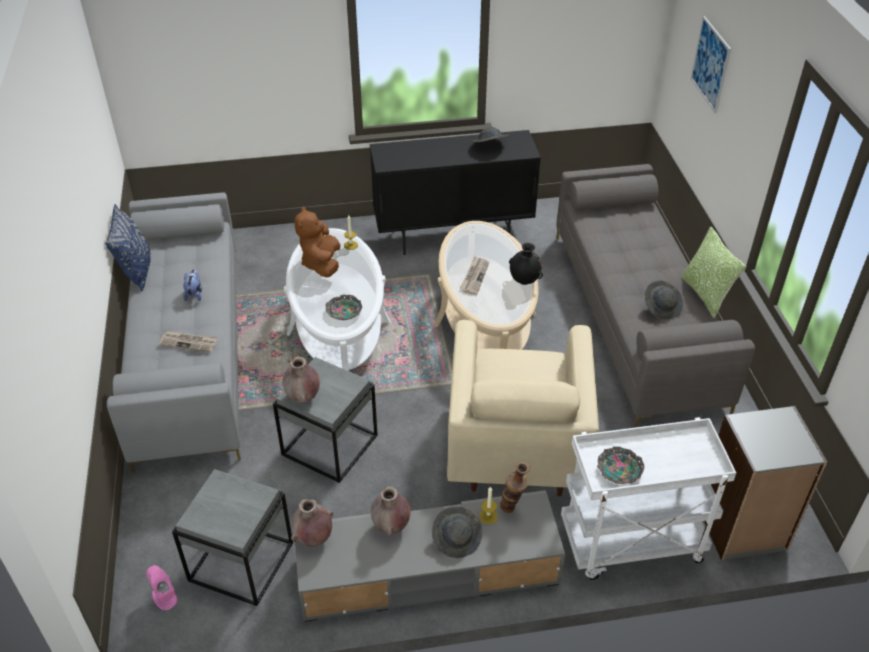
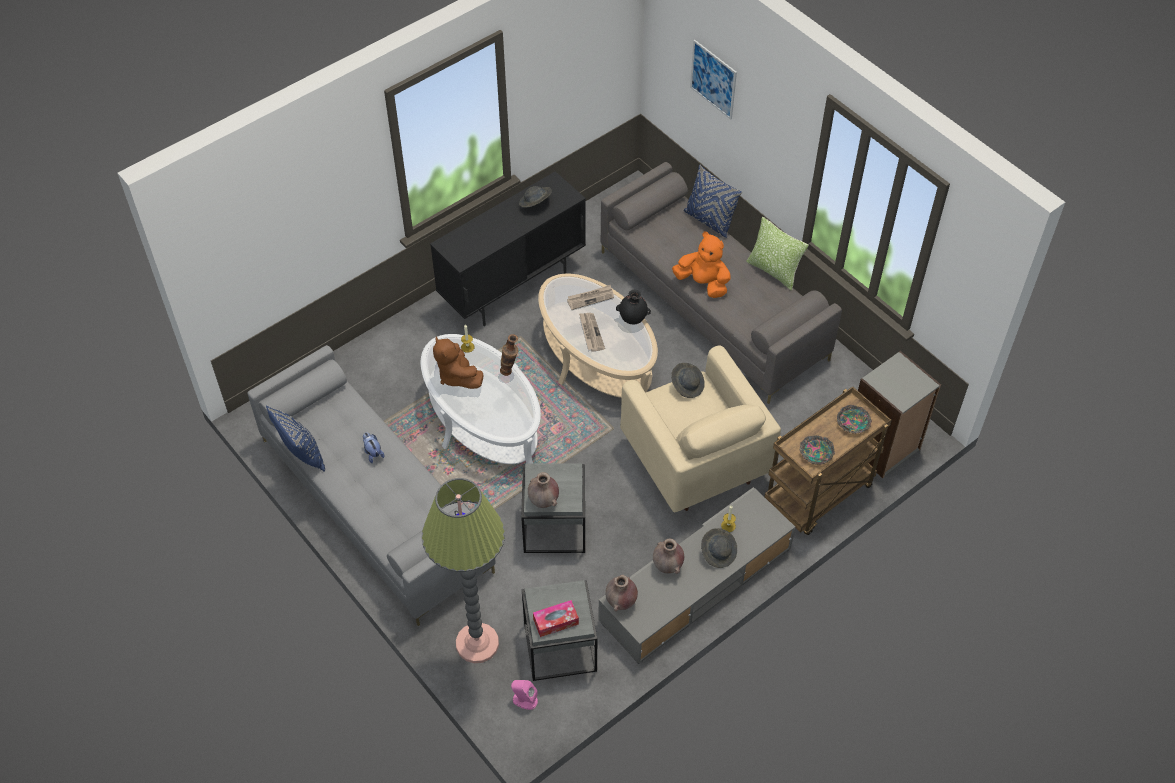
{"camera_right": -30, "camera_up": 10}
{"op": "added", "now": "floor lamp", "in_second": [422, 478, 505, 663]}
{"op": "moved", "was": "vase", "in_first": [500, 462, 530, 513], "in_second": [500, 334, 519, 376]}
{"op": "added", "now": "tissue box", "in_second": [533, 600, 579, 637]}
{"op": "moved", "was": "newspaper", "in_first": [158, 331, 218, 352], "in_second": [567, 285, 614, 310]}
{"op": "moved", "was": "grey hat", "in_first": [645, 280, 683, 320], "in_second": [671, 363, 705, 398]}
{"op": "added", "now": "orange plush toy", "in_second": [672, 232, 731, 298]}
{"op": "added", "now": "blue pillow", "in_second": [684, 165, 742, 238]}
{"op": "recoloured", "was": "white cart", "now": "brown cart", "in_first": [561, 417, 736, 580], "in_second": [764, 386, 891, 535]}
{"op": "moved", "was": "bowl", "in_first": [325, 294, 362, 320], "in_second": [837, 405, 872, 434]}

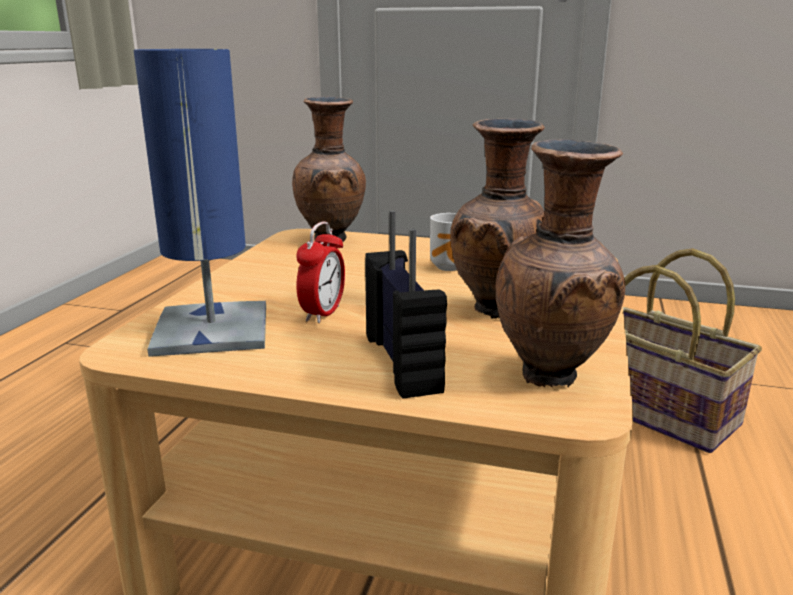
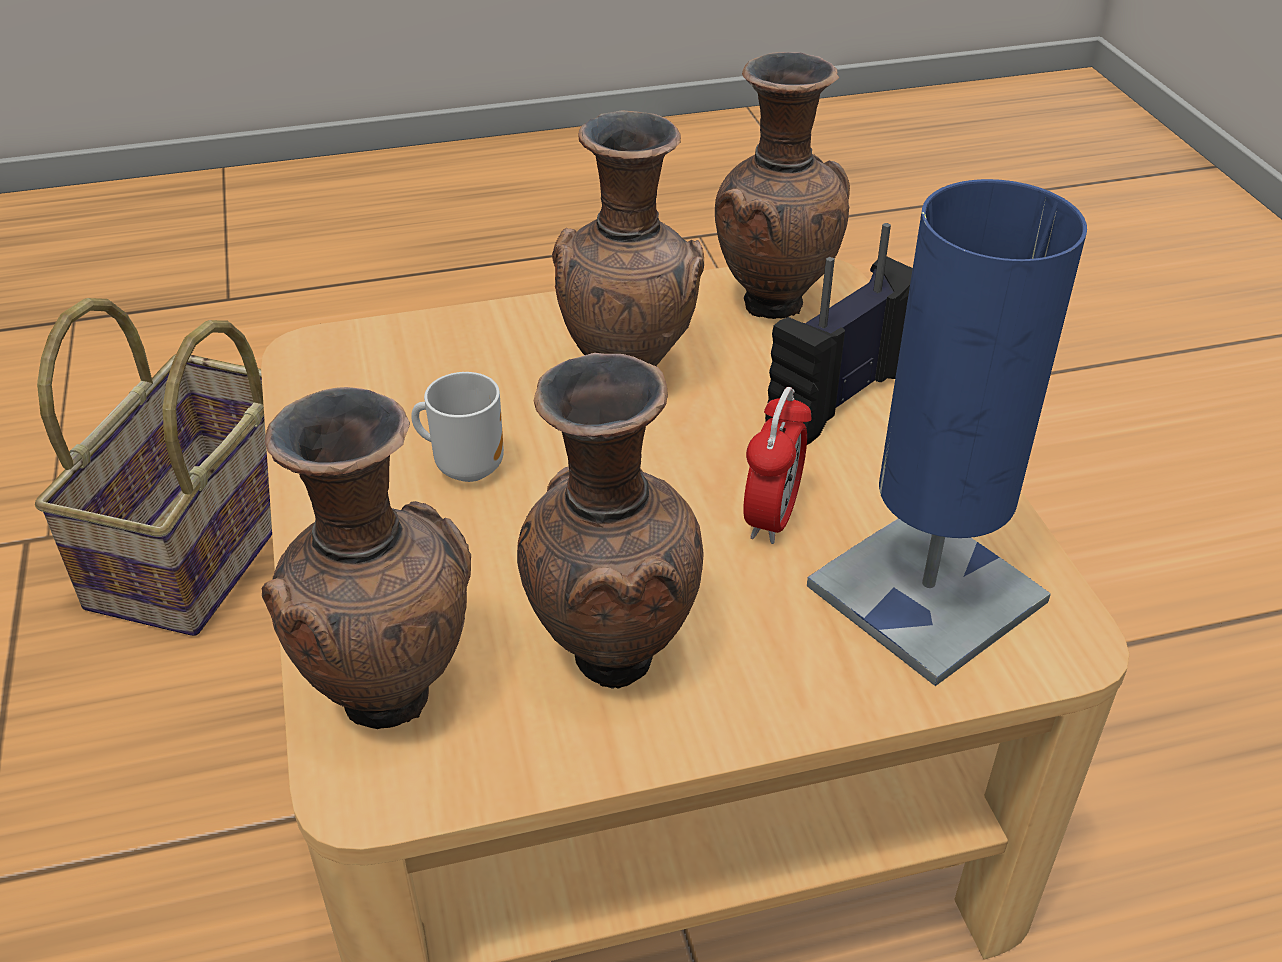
{"camera_right": -120, "camera_up": 20}
{"op": "added", "now": "brown vase", "in_second": [517, 353, 704, 689]}
{"op": "turned", "was": "alarm clock", "in_first": [296, 221, 345, 323], "in_second": [743, 387, 812, 544], "clockwise": 120}

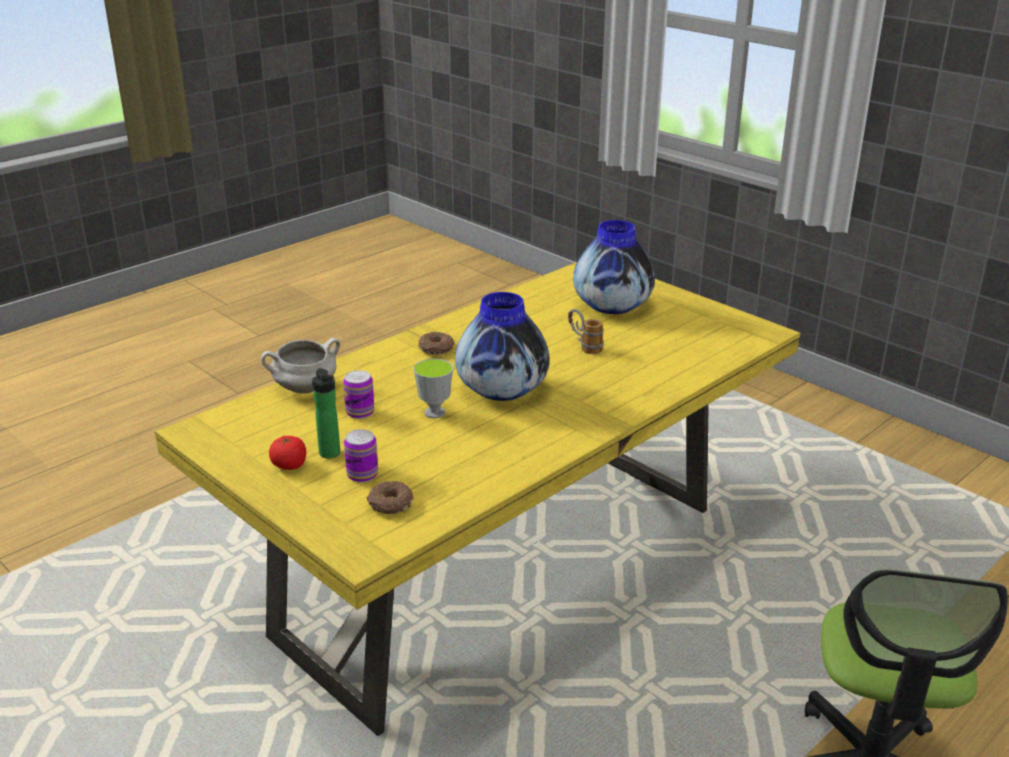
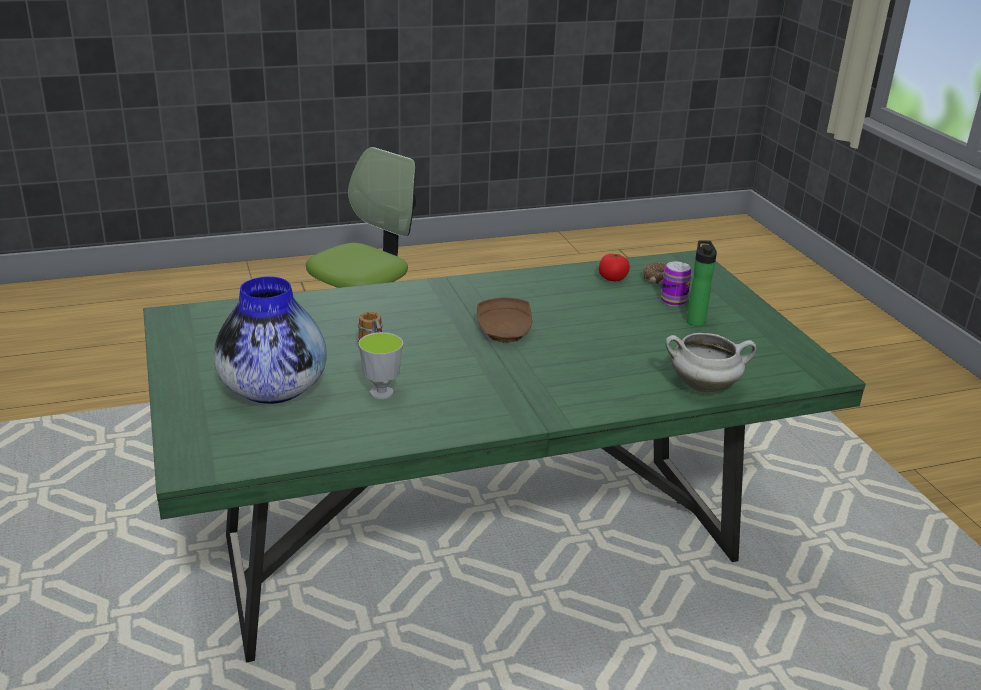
{"camera_right": -155, "camera_up": 0}
{"op": "recoloured", "was": "yellow dining table", "now": "green dining table", "in_first": [154, 262, 800, 736], "in_second": [143, 250, 866, 662]}
{"op": "moved", "was": "cup", "in_first": [414, 359, 453, 418], "in_second": [359, 332, 403, 399]}
{"op": "replaced", "was": "vase", "now": "brown plate", "in_first": [455, 292, 550, 401], "in_second": [477, 297, 532, 343]}
{"op": "moved", "was": "tomato", "in_first": [269, 436, 306, 470], "in_second": [599, 253, 630, 281]}
{"op": "removed", "was": "can", "in_first": [343, 370, 374, 419]}
{"op": "removed", "was": "donut", "in_first": [418, 332, 455, 355]}

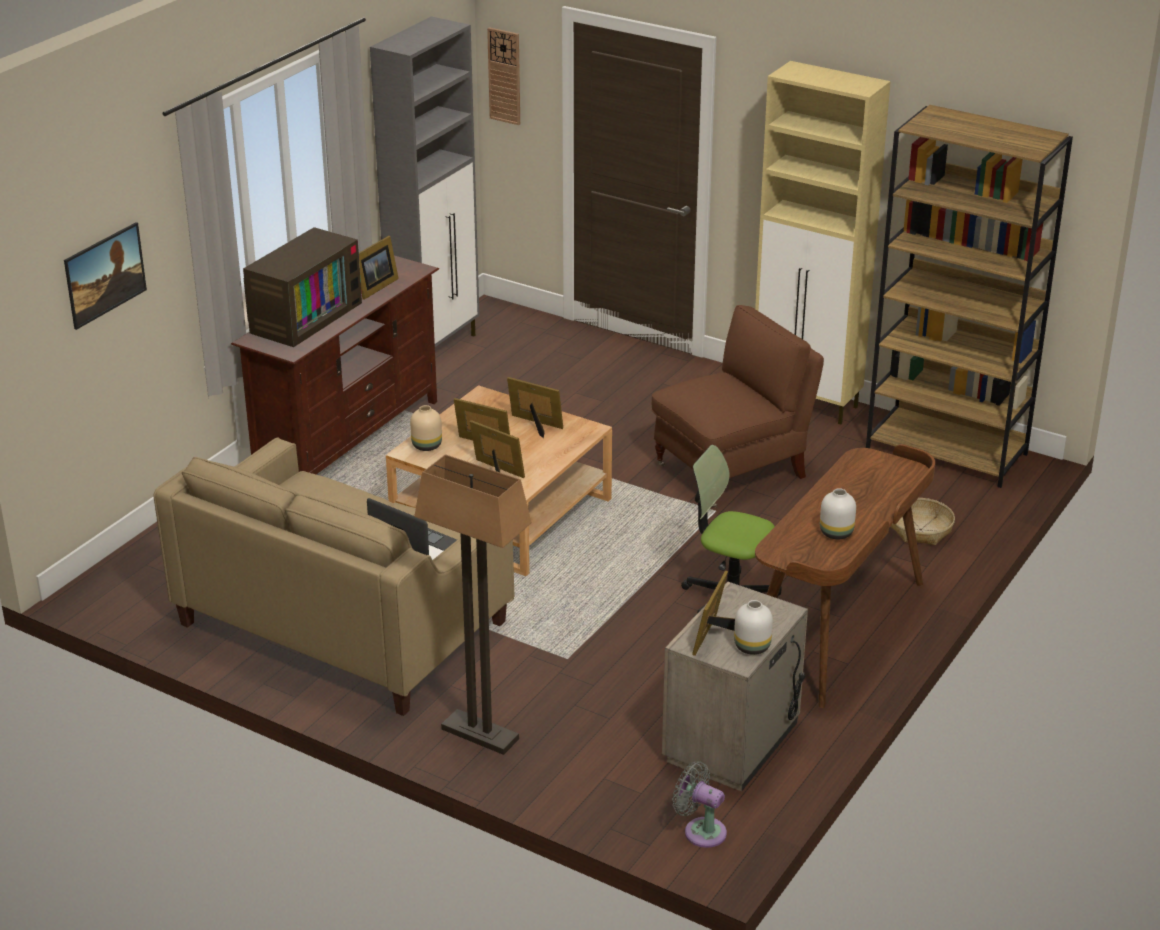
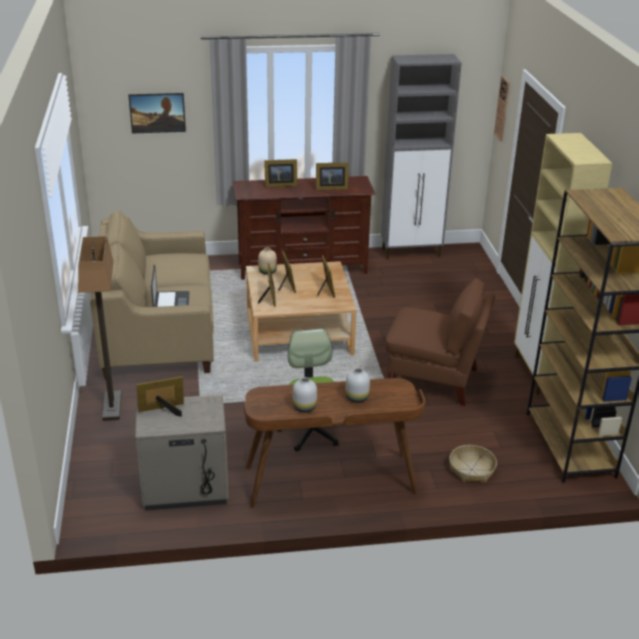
{"camera_right": 50, "camera_up": 0}
{"op": "replaced", "was": "television", "now": "picture frame", "in_first": [243, 227, 362, 347], "in_second": [264, 159, 297, 187]}
{"op": "moved", "was": "white vase", "in_first": [734, 600, 773, 655], "in_second": [345, 368, 370, 403]}
{"op": "removed", "was": "grey fan", "in_first": [672, 761, 727, 848]}

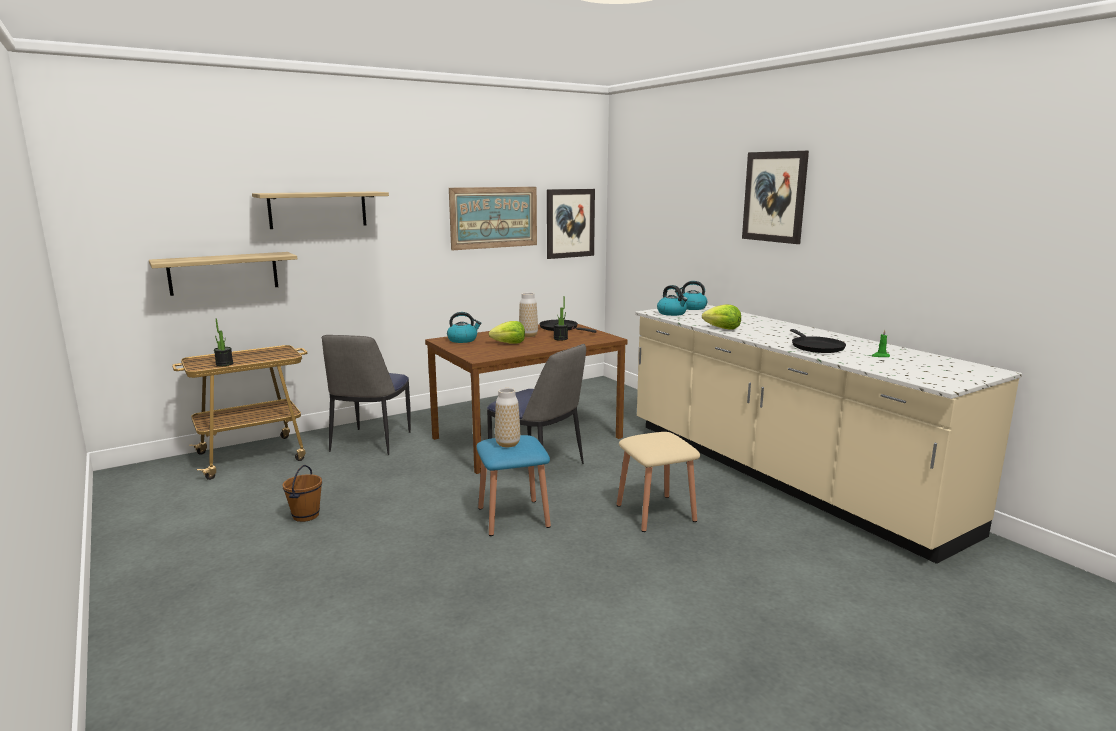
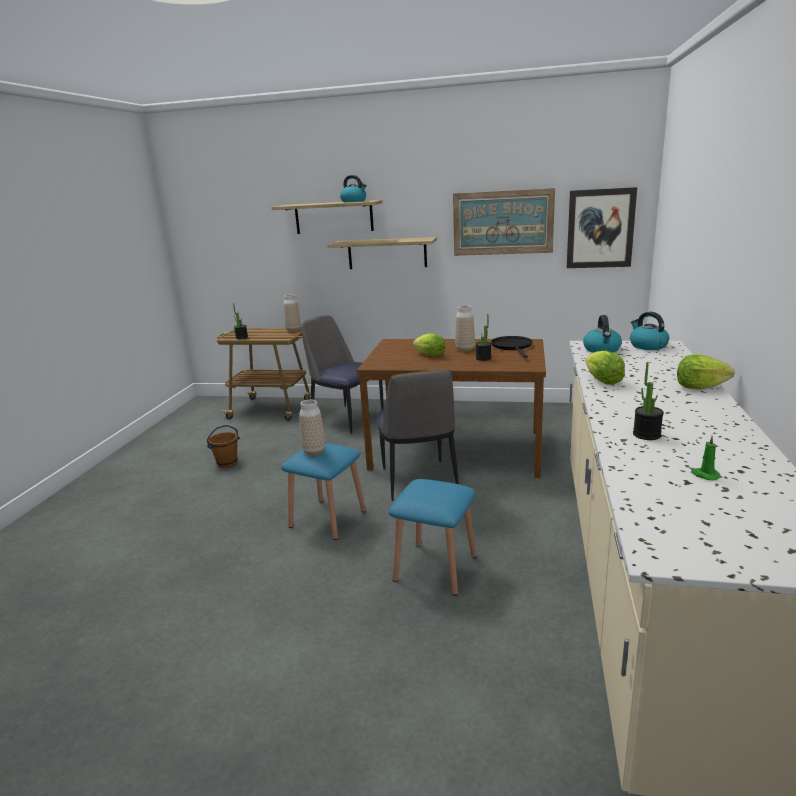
{"camera_right": 45, "camera_up": 5}
{"op": "added", "now": "vase", "in_second": [283, 294, 301, 332]}
{"op": "turned", "was": "chair", "in_first": [322, 335, 411, 455], "in_second": [301, 315, 384, 434], "clockwise": 75}
{"op": "moved", "was": "shelf", "in_first": [149, 252, 297, 296], "in_second": [327, 237, 437, 269]}
{"op": "moved", "was": "kettle", "in_first": [447, 312, 481, 343], "in_second": [340, 175, 367, 202]}
{"op": "recoloured", "was": "beige stool", "now": "blue stool", "in_first": [616, 432, 700, 532], "in_second": [389, 479, 477, 596]}
{"op": "replaced", "was": "black frying pan", "now": "potted plant", "in_first": [790, 329, 846, 353], "in_second": [633, 362, 664, 440]}
{"op": "added", "now": "lettuce", "in_second": [677, 355, 734, 390]}
{"op": "removed", "was": "picture", "in_first": [742, 151, 809, 244]}

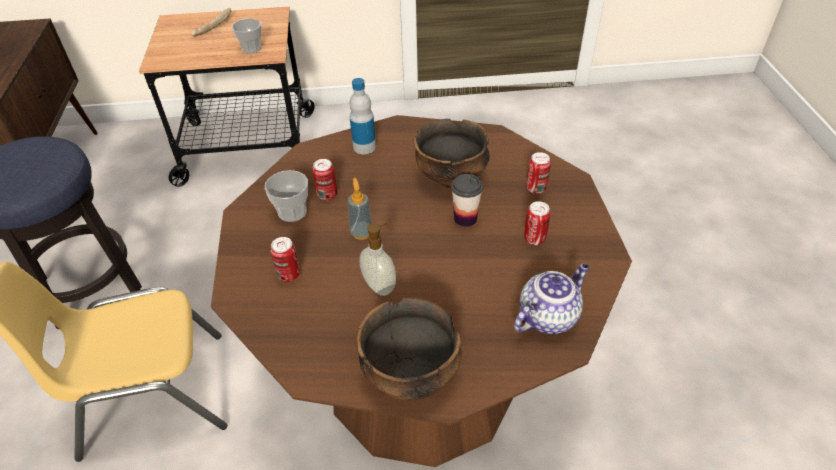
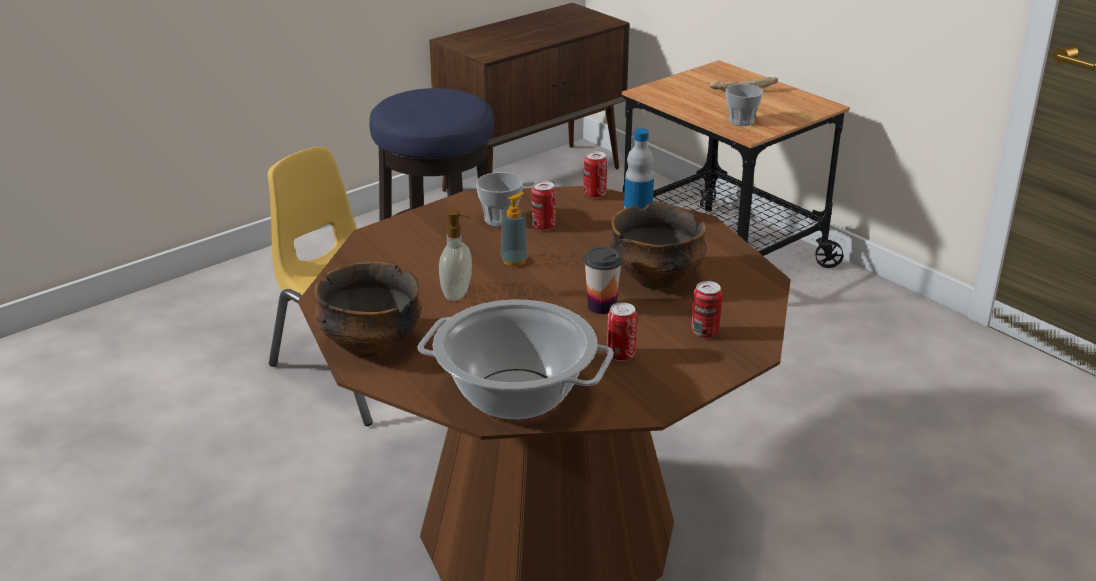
{"camera_right": 55, "camera_up": -15}
{"op": "replaced", "was": "teapot", "now": "cooking pot", "in_first": [514, 263, 589, 334], "in_second": [418, 300, 614, 420]}
{"op": "moved", "was": "can", "in_first": [270, 237, 300, 282], "in_second": [584, 151, 607, 198]}

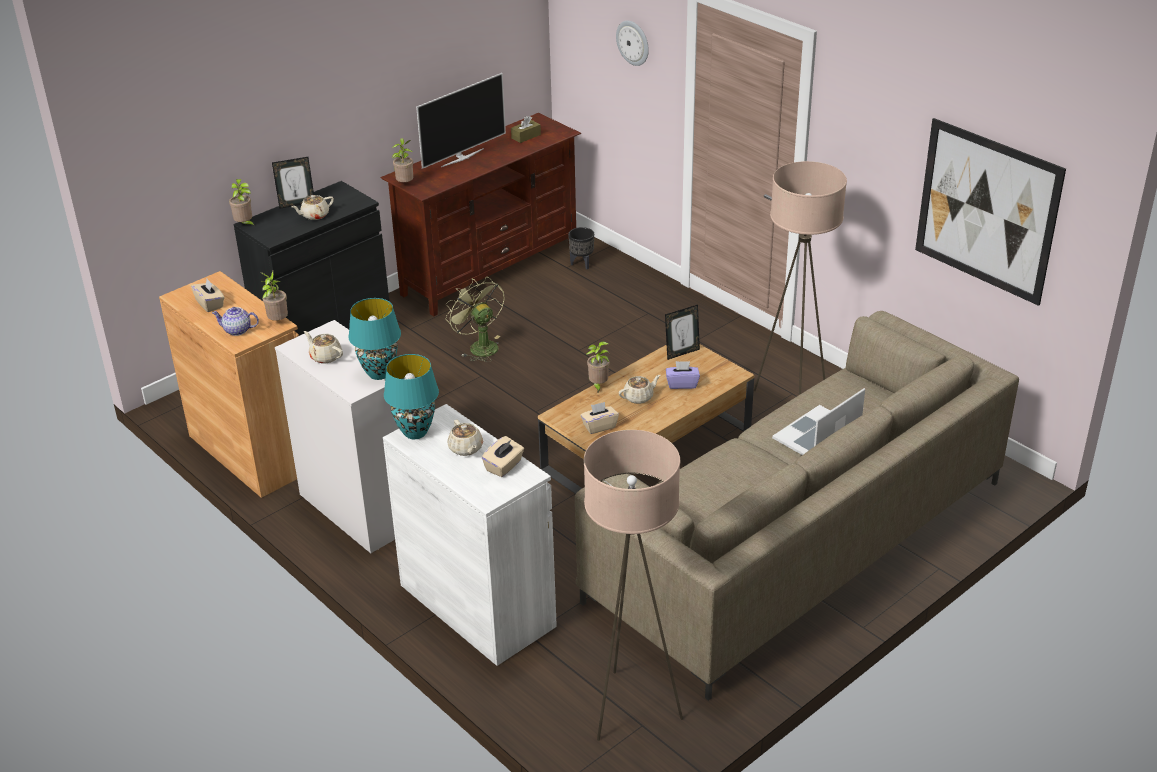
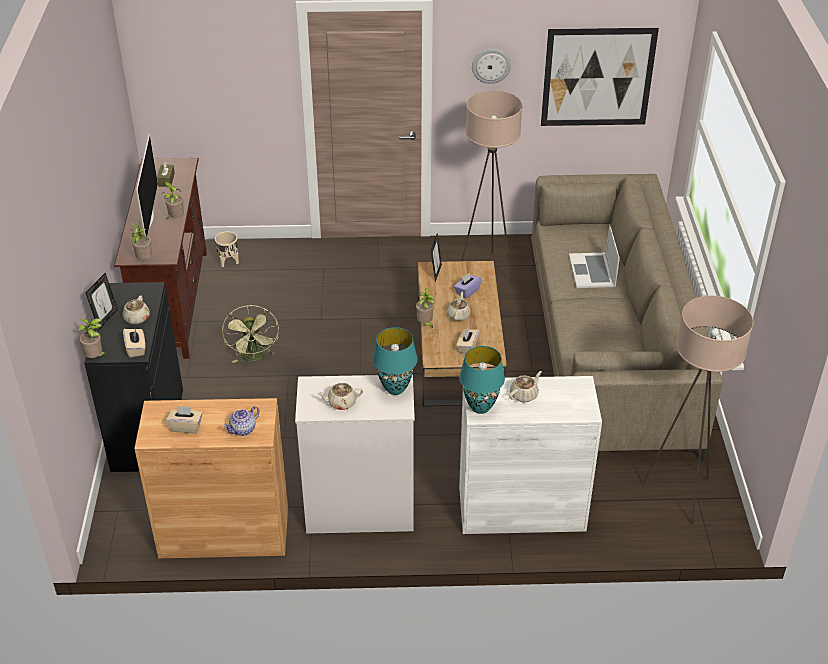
{"camera_right": -50, "camera_up": 5}
{"op": "moved", "was": "beige tissue box", "in_first": [482, 436, 524, 477], "in_second": [123, 328, 145, 358]}
{"op": "moved", "was": "potted plant", "in_first": [260, 271, 288, 321], "in_second": [163, 182, 184, 219]}
{"op": "recoloured", "was": "black planter", "now": "beige planter", "in_first": [568, 227, 594, 269], "in_second": [215, 231, 239, 267]}
{"op": "turned", "was": "green fan", "in_first": [445, 277, 505, 362], "in_second": [222, 305, 279, 363], "clockwise": -105}
{"op": "moved", "was": "wall clock", "in_first": [616, 21, 649, 66], "in_second": [472, 49, 511, 84]}
{"op": "turned", "was": "beige teapot", "in_first": [447, 419, 483, 456], "in_second": [509, 371, 542, 402], "clockwise": -60}

